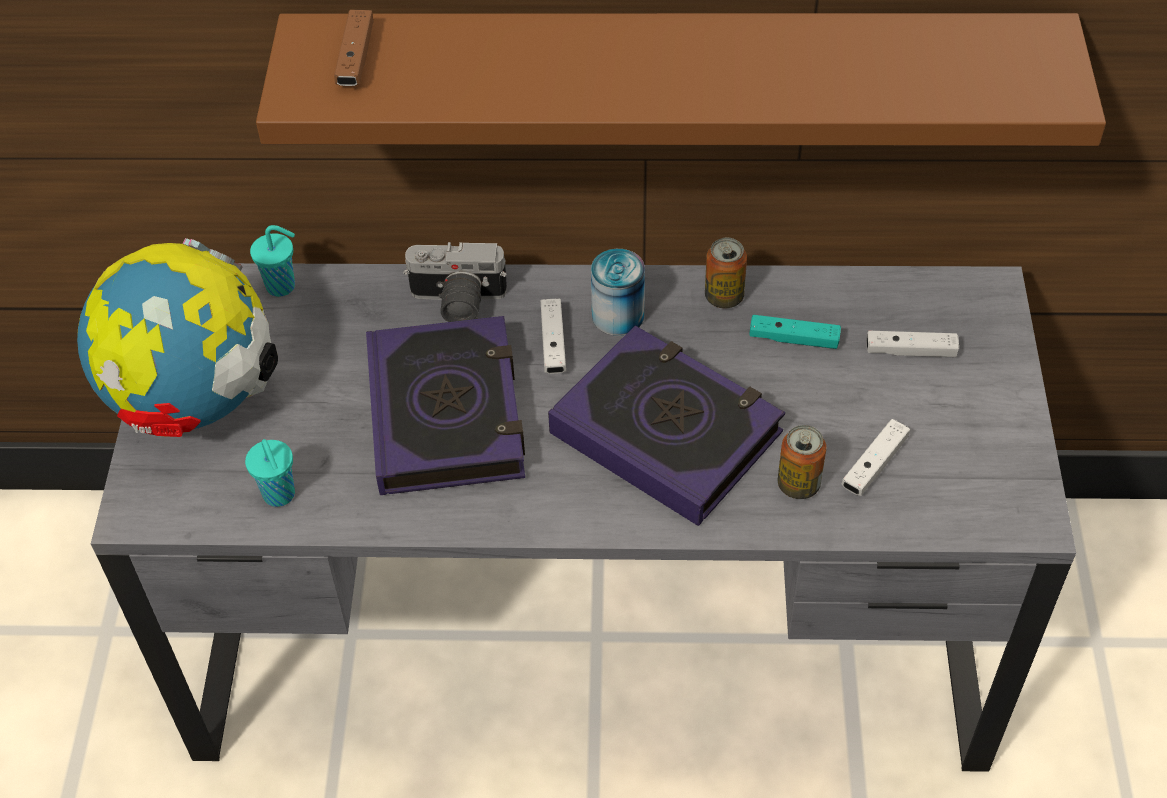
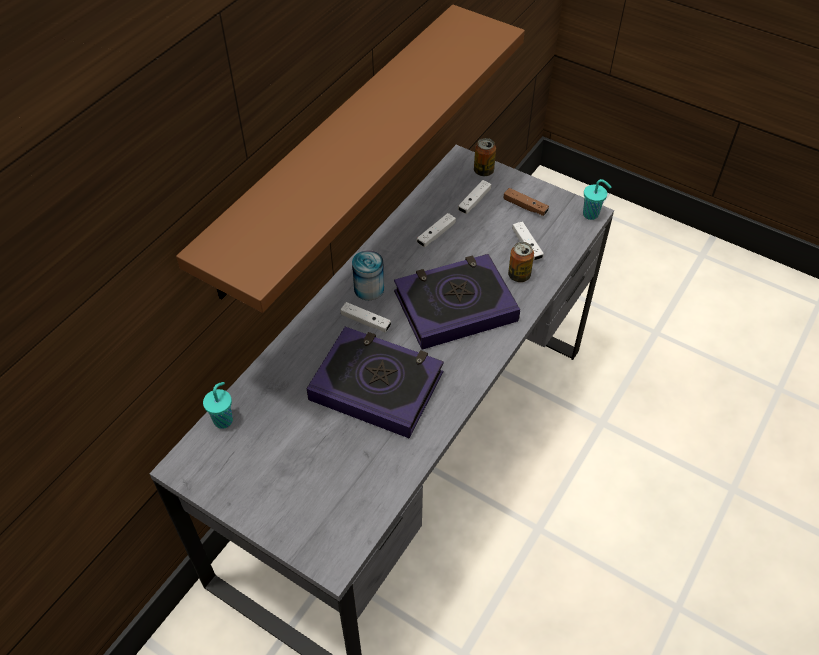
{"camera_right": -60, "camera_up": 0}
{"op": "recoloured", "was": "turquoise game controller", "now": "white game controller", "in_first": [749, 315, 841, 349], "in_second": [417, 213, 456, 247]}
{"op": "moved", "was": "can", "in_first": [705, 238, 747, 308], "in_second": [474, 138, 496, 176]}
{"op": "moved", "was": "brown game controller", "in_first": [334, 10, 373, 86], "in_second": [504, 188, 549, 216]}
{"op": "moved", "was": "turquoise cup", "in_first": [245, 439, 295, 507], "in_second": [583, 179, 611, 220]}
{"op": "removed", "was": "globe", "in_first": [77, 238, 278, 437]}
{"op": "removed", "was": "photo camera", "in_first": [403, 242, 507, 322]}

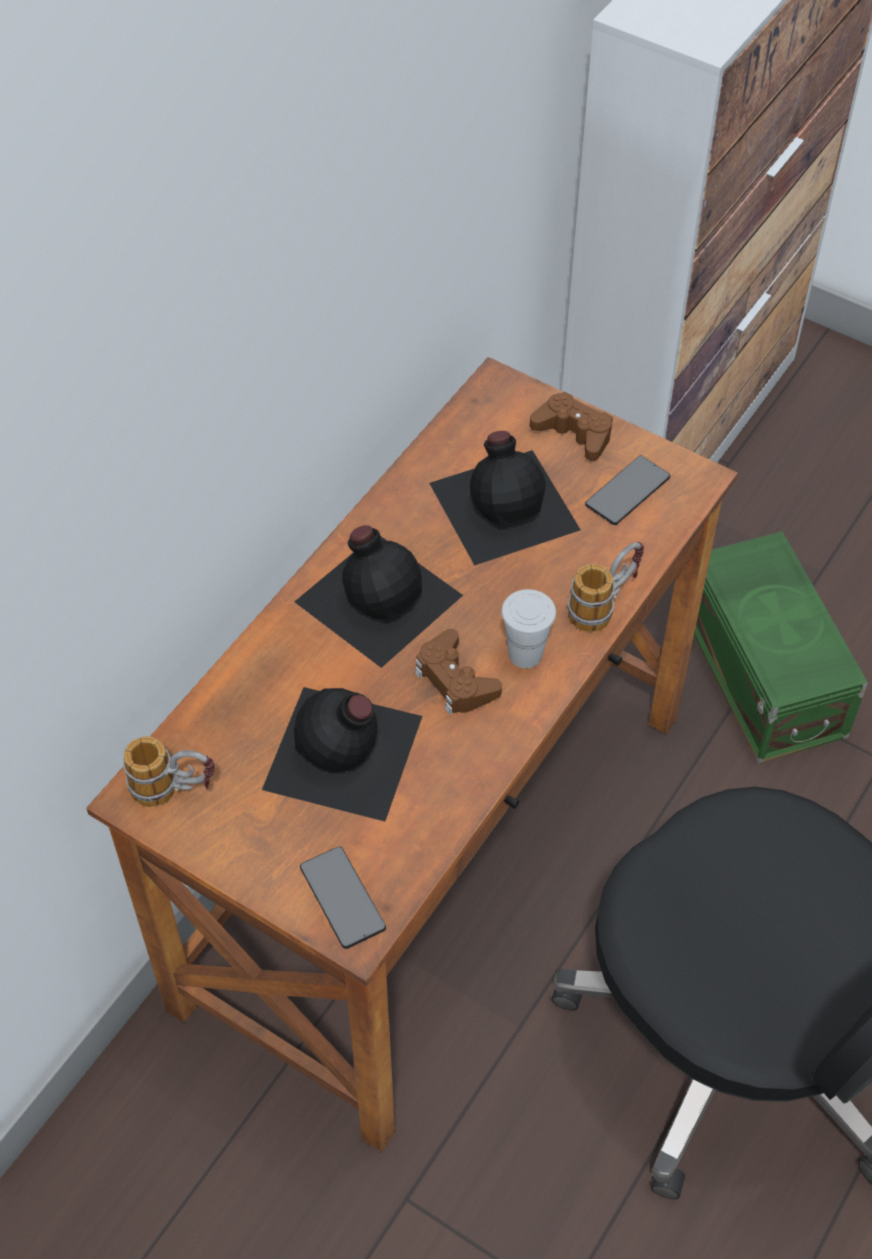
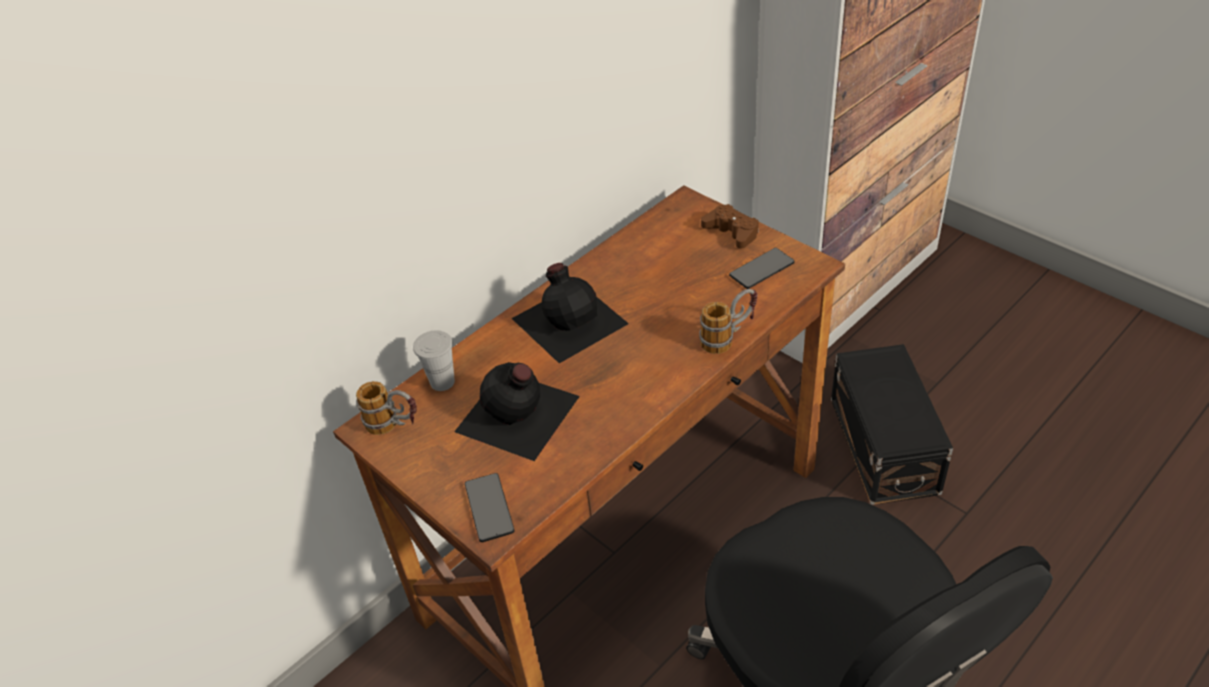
{"camera_right": 15, "camera_up": -10}
{"op": "moved", "was": "white cup", "in_first": [501, 589, 556, 668], "in_second": [413, 330, 455, 391]}
{"op": "recoloured", "was": "green storage box", "now": "black storage box", "in_first": [694, 531, 868, 763], "in_second": [831, 344, 953, 505]}
{"op": "removed", "was": "brown game controller", "in_first": [415, 629, 502, 714]}
{"op": "removed", "was": "black bottle", "in_first": [429, 431, 581, 566]}

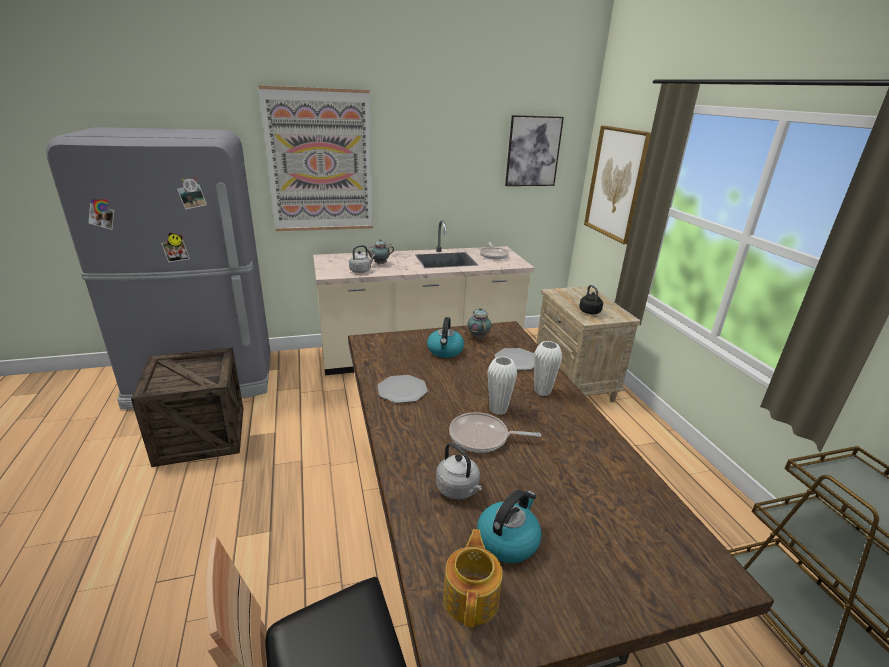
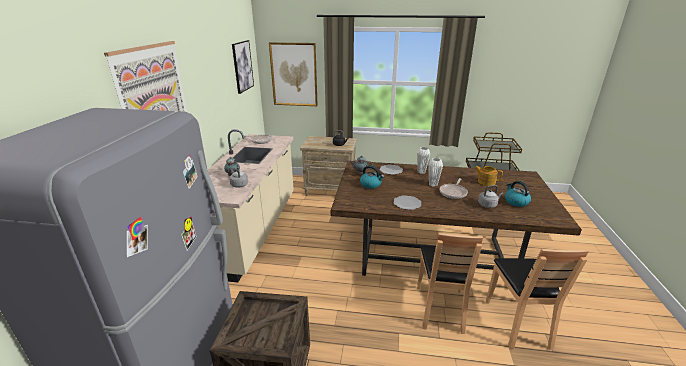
{"camera_right": -65, "camera_up": 0}
{"op": "added", "now": "brown chair", "in_second": [417, 233, 483, 334]}
{"op": "moved", "was": "teapot", "in_first": [443, 529, 503, 628], "in_second": [475, 166, 503, 186]}

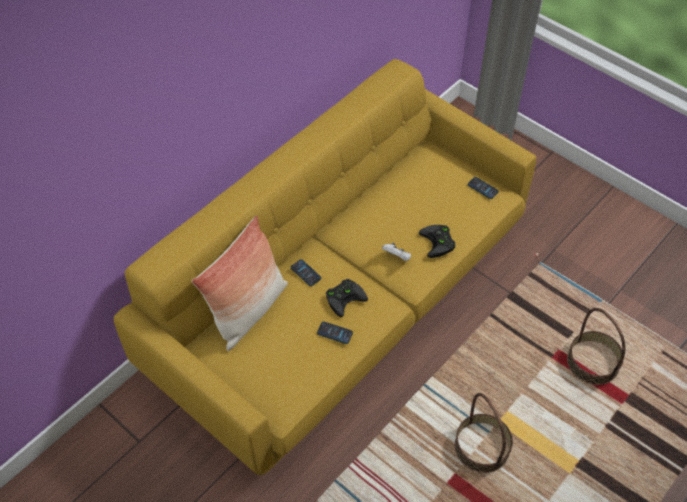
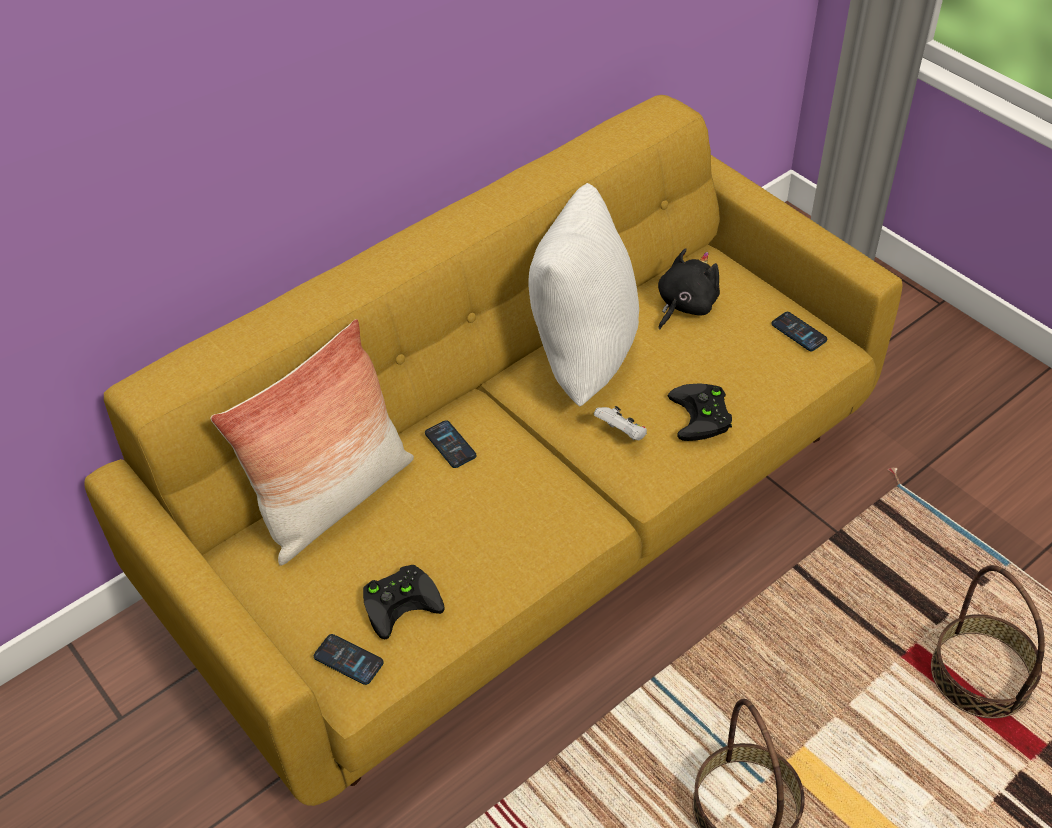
{"camera_right": 10, "camera_up": -5}
{"op": "moved", "was": "phone", "in_first": [317, 321, 353, 344], "in_second": [314, 634, 384, 685]}
{"op": "moved", "was": "black game controller", "in_first": [326, 279, 368, 317], "in_second": [363, 565, 445, 639]}
{"op": "added", "now": "white pillow", "in_second": [528, 183, 639, 407]}
{"op": "added", "now": "black plush toy", "in_second": [658, 248, 720, 330]}

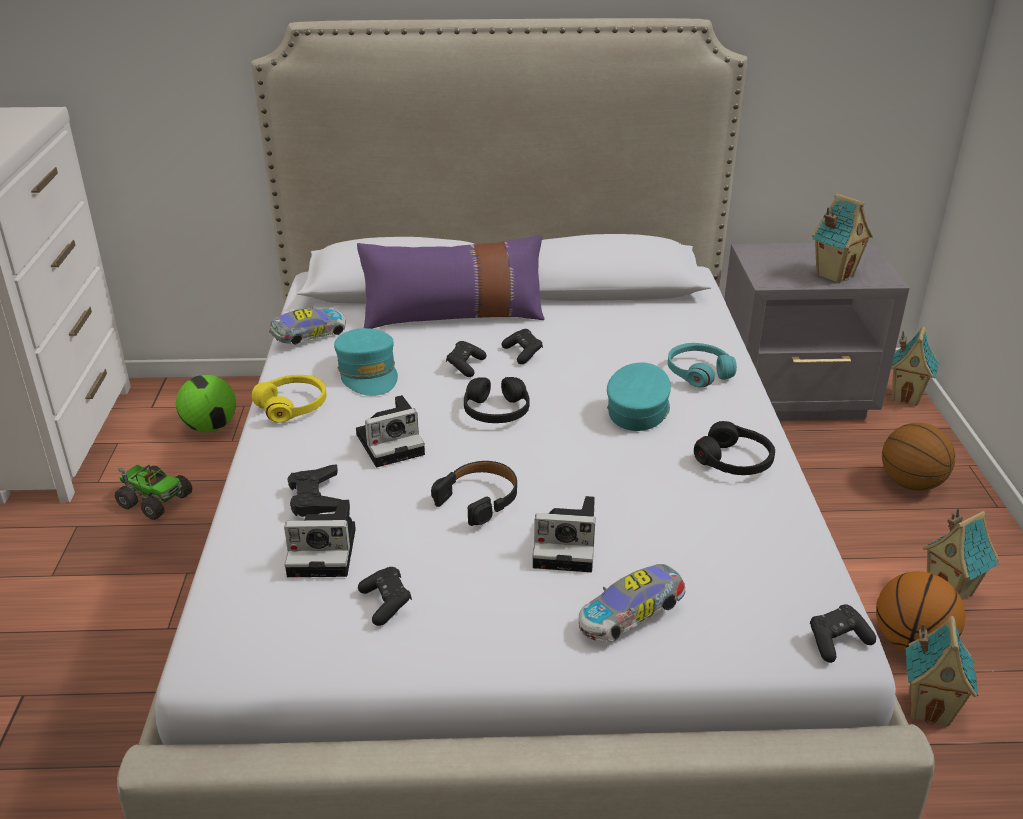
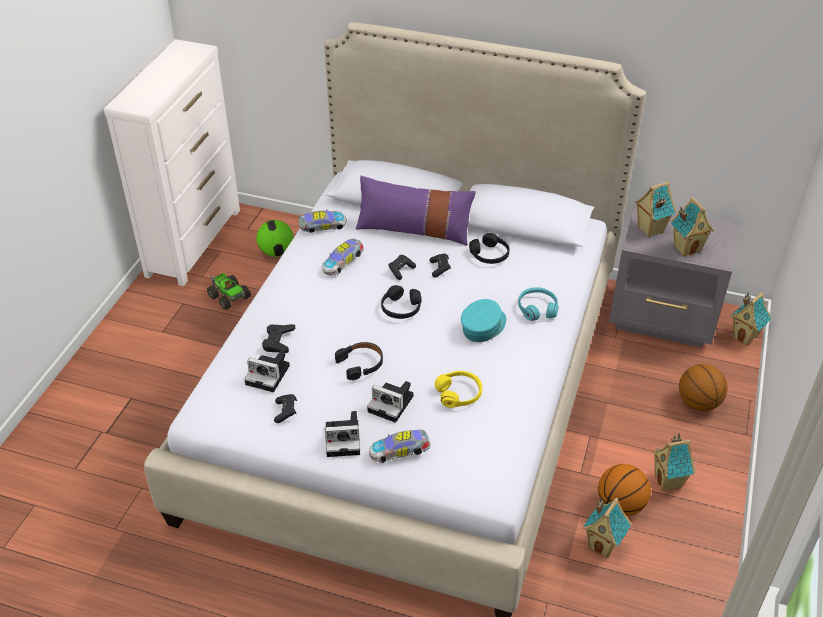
{"camera_right": 20, "camera_up": 10}
{"op": "replaced", "was": "turquoise cap", "now": "toy car", "in_first": [334, 328, 398, 396], "in_second": [322, 238, 364, 275]}
{"op": "moved", "was": "photo camera", "in_first": [356, 395, 425, 467], "in_second": [325, 411, 360, 457]}
{"op": "moved", "was": "yellow headphones", "in_first": [252, 375, 327, 423], "in_second": [435, 371, 482, 408]}
{"op": "moved", "was": "black headphones", "in_first": [694, 421, 775, 475], "in_second": [469, 233, 509, 264]}
{"op": "added", "now": "toy house", "in_second": [635, 182, 677, 238]}
{"op": "removed", "was": "black game controller", "in_first": [810, 604, 876, 663]}

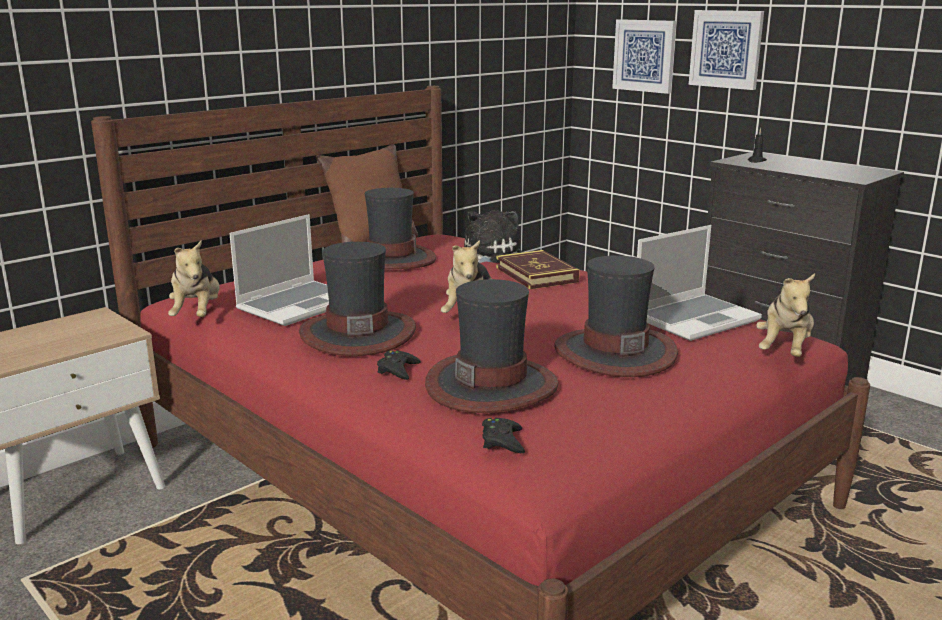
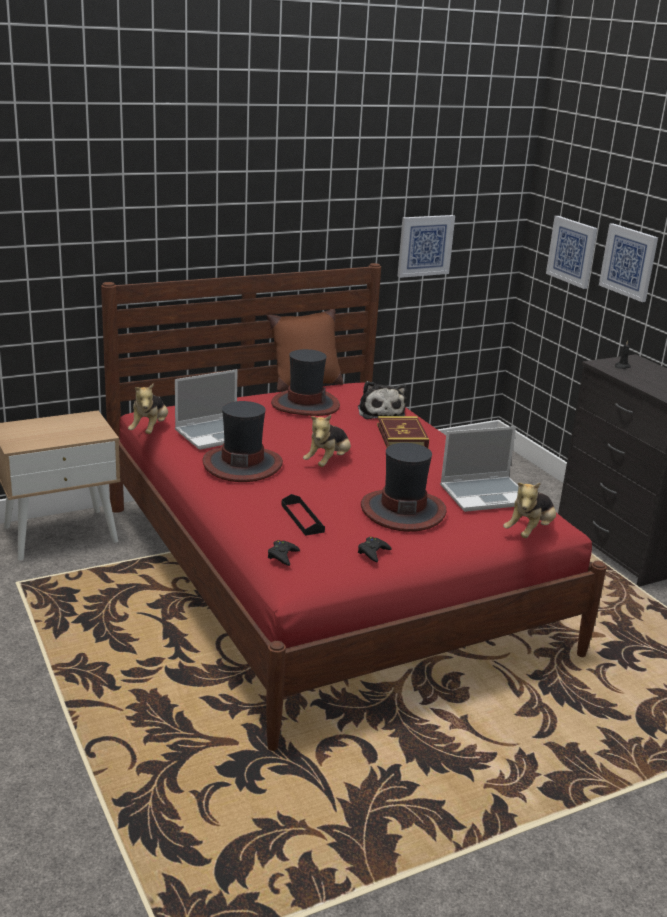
{"camera_right": 15, "camera_up": 5}
{"op": "replaced", "was": "hat", "now": "black tray", "in_first": [425, 279, 558, 413], "in_second": [282, 494, 325, 536]}
{"op": "turned", "was": "plush toy", "in_first": [464, 210, 522, 263], "in_second": [358, 381, 407, 419], "clockwise": 120}
{"op": "moved", "was": "black game controller", "in_first": [377, 350, 421, 380], "in_second": [358, 537, 391, 562]}
{"op": "added", "now": "picture", "in_second": [397, 215, 455, 278]}

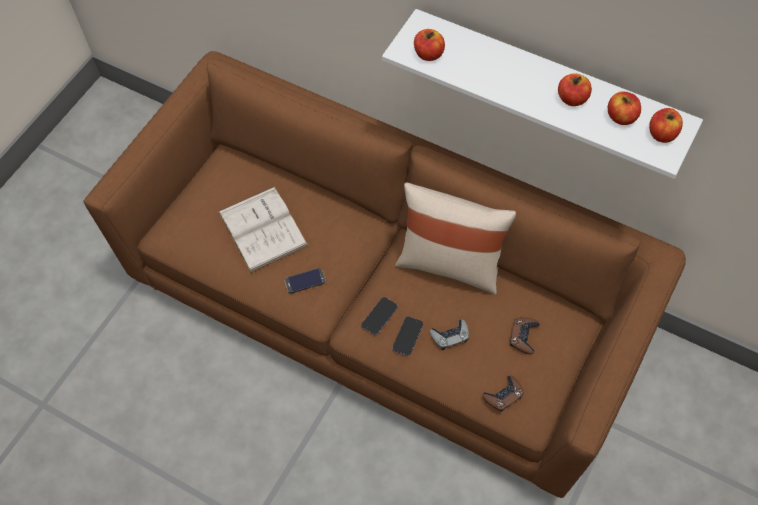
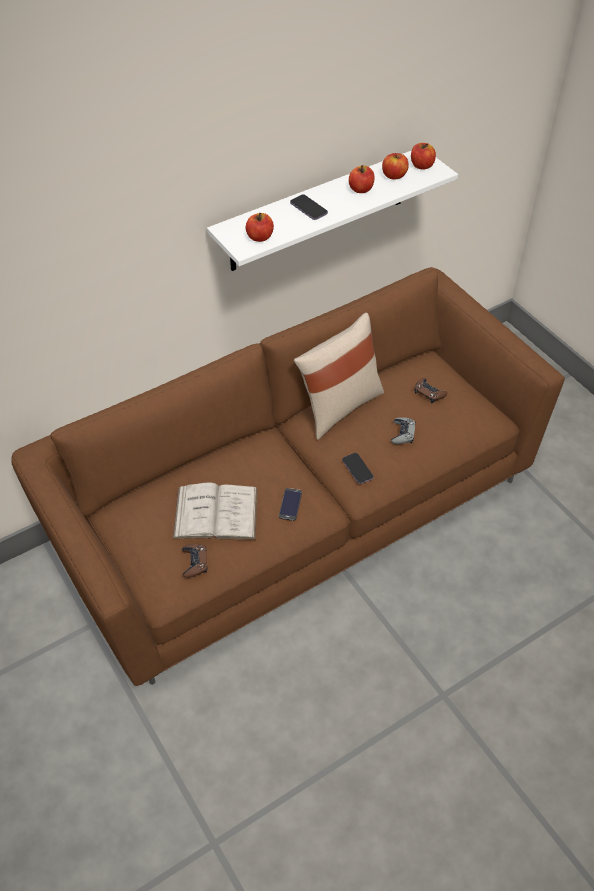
{"camera_right": -65, "camera_up": -10}
{"op": "moved", "was": "brown game controller", "in_first": [483, 375, 524, 412], "in_second": [182, 544, 208, 578]}
{"op": "moved", "was": "phone", "in_first": [392, 316, 423, 356], "in_second": [290, 195, 328, 220]}

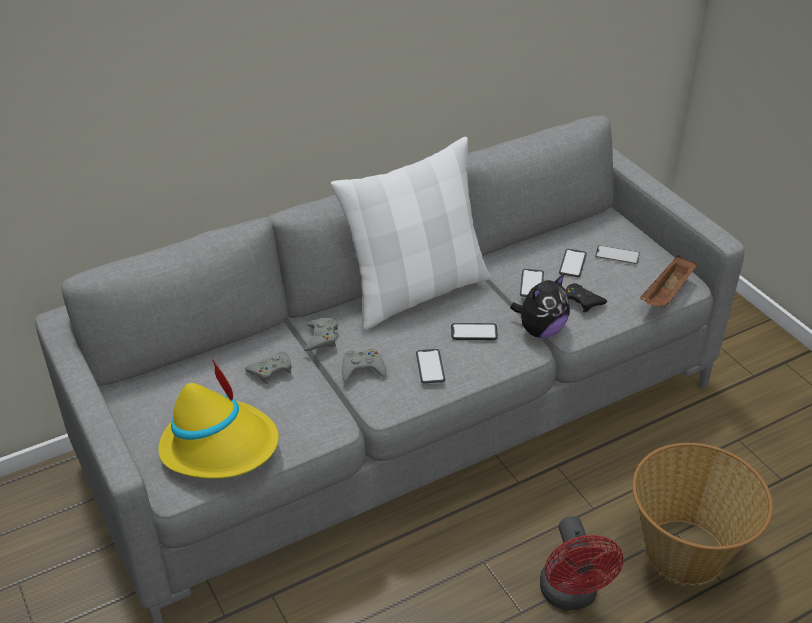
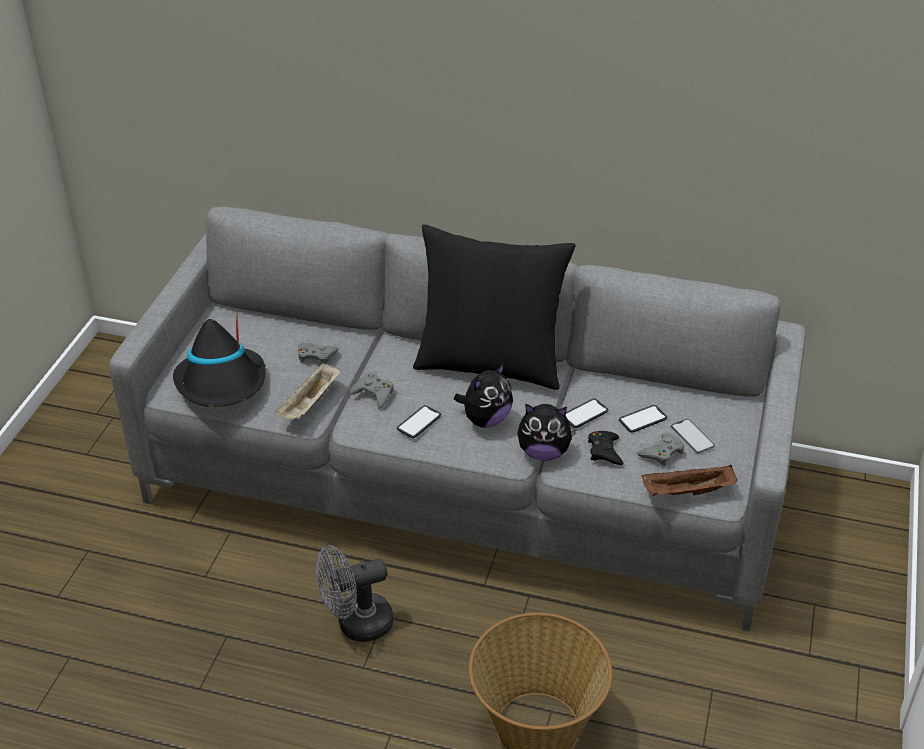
{"camera_right": 45, "camera_up": 0}
{"op": "recoloured", "was": "yellow hat", "now": "black hat", "in_first": [158, 358, 279, 479], "in_second": [173, 316, 266, 407]}
{"op": "added", "now": "beige tray", "in_second": [275, 362, 341, 420]}
{"op": "added", "now": "grey fan", "in_second": [316, 545, 393, 642]}
{"op": "recoloured", "was": "white pillow", "now": "black pillow", "in_first": [331, 137, 491, 330], "in_second": [413, 224, 575, 390]}
{"op": "replaced", "was": "phone", "now": "plush toy", "in_first": [451, 323, 498, 340], "in_second": [454, 363, 513, 428]}
{"op": "moved", "was": "grey game controller", "in_first": [304, 318, 338, 351], "in_second": [637, 433, 684, 466]}
{"op": "removed", "was": "red fan", "in_first": [540, 516, 624, 610]}

